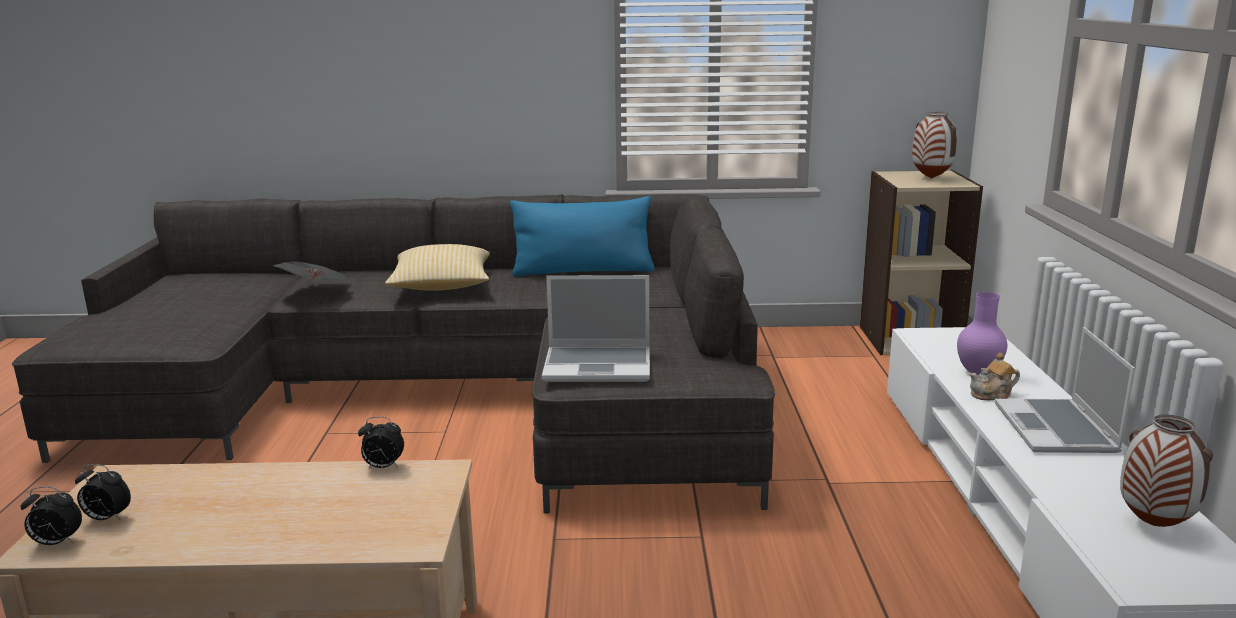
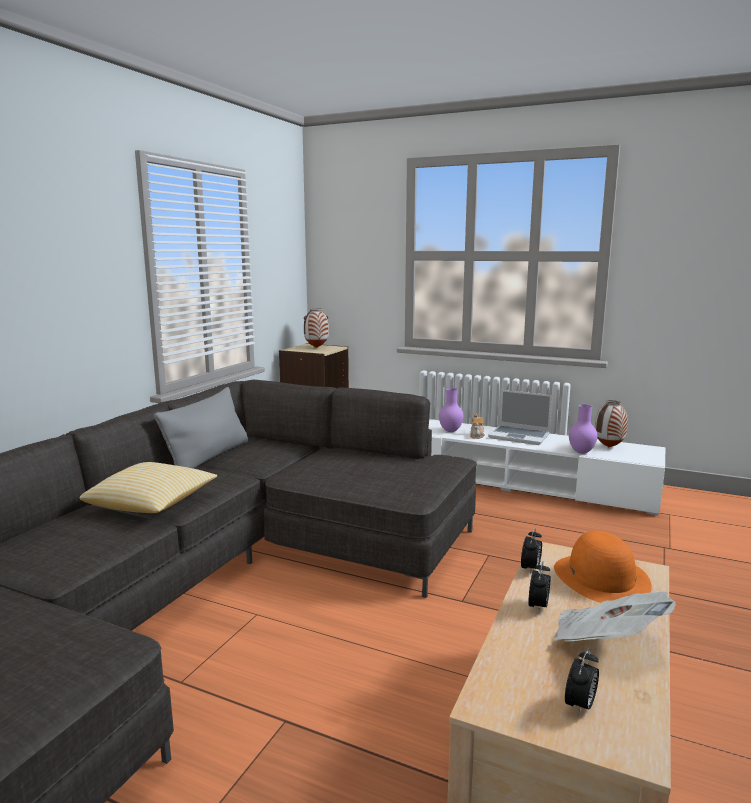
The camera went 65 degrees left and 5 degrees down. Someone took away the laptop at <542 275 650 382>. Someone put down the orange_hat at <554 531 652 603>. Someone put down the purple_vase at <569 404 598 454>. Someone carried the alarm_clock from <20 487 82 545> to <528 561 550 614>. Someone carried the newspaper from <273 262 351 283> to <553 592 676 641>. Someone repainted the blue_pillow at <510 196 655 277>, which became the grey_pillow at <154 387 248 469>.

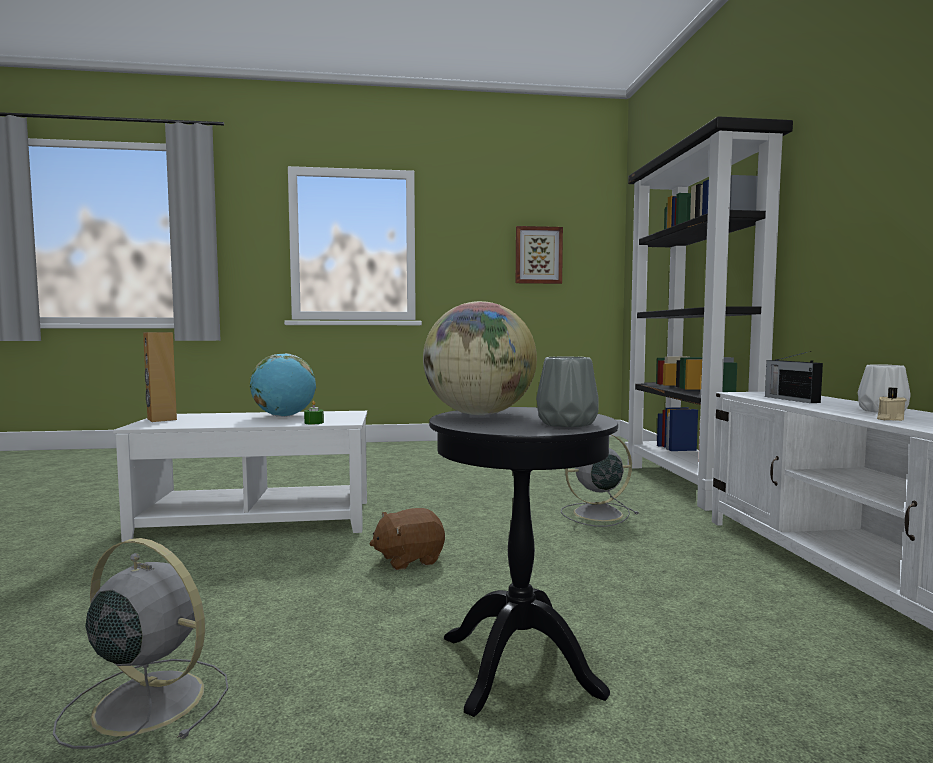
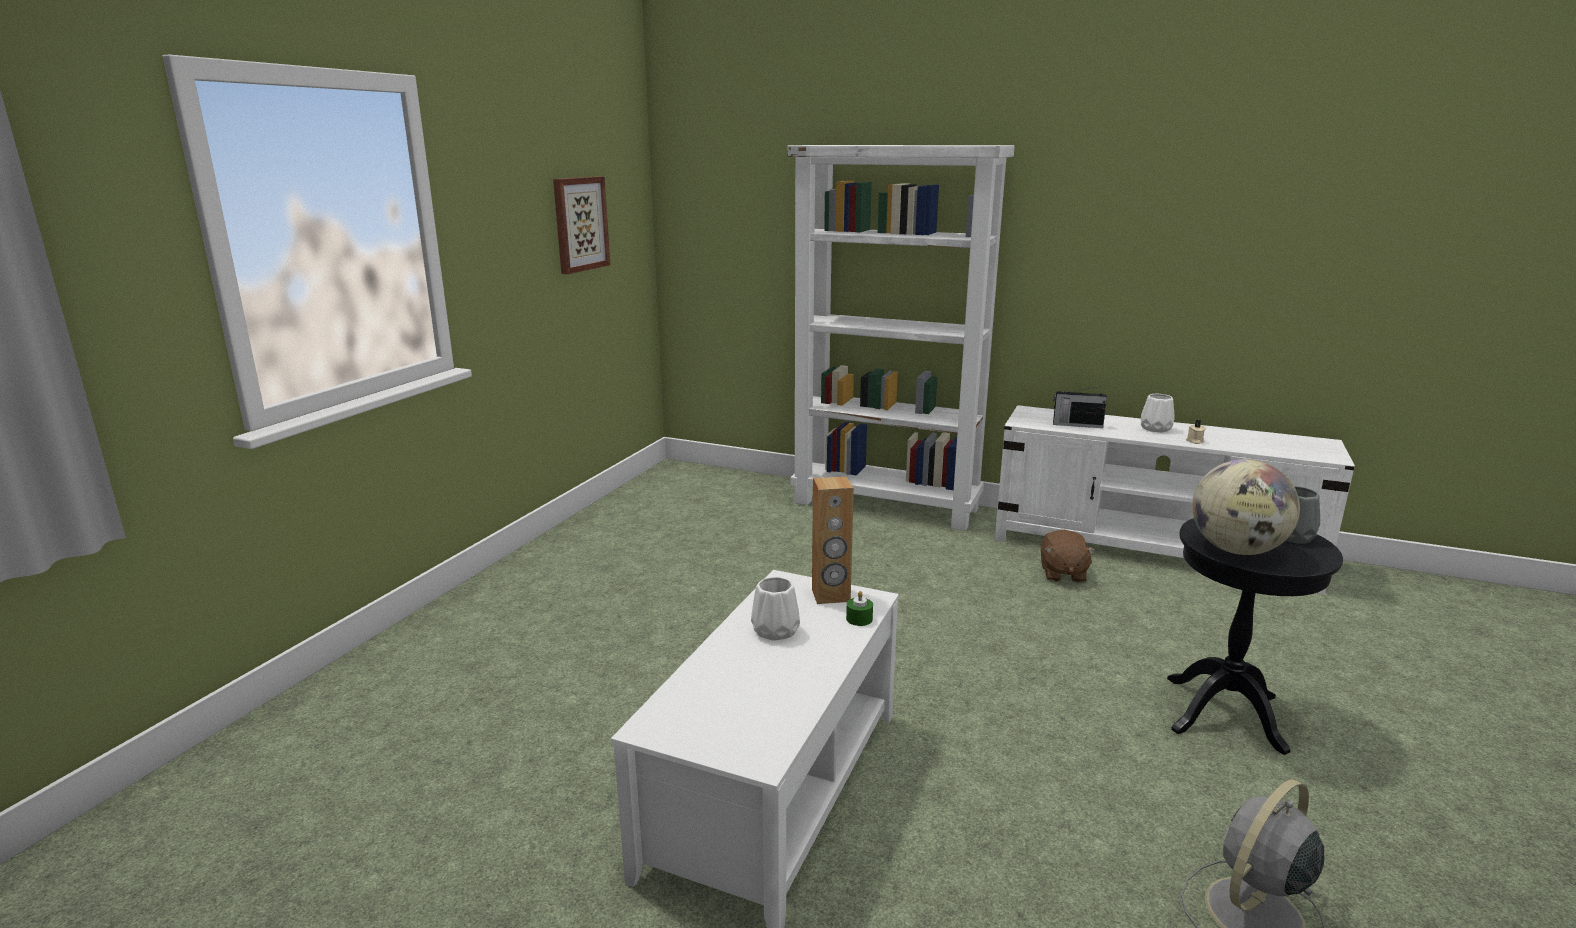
The camera went 60 degrees left and 15 degrees up. Someone took away the grey_fan at <561 435 639 527>. Someone carried the brown_speaker from <143 332 177 422> to <812 476 854 604>. Someone carried the brown_plush_toy from <370 508 445 570> to <1041 530 1096 583>. Someone swapped the globe at <250 353 316 417> for the white_vase at <751 577 800 641>. Someone repainted the black_bookcase at <625 116 793 511>, which became the white_bookcase at <787 145 1015 531>.

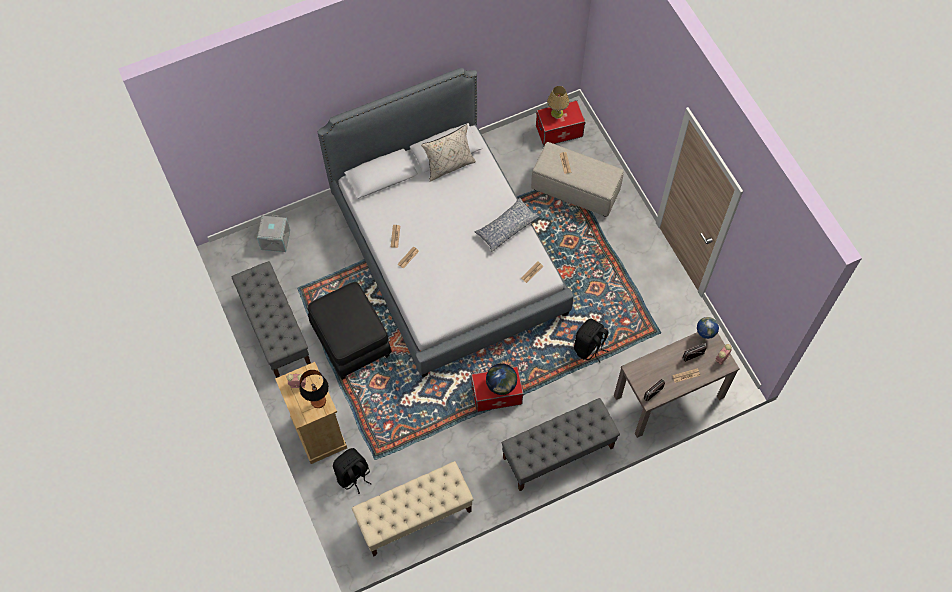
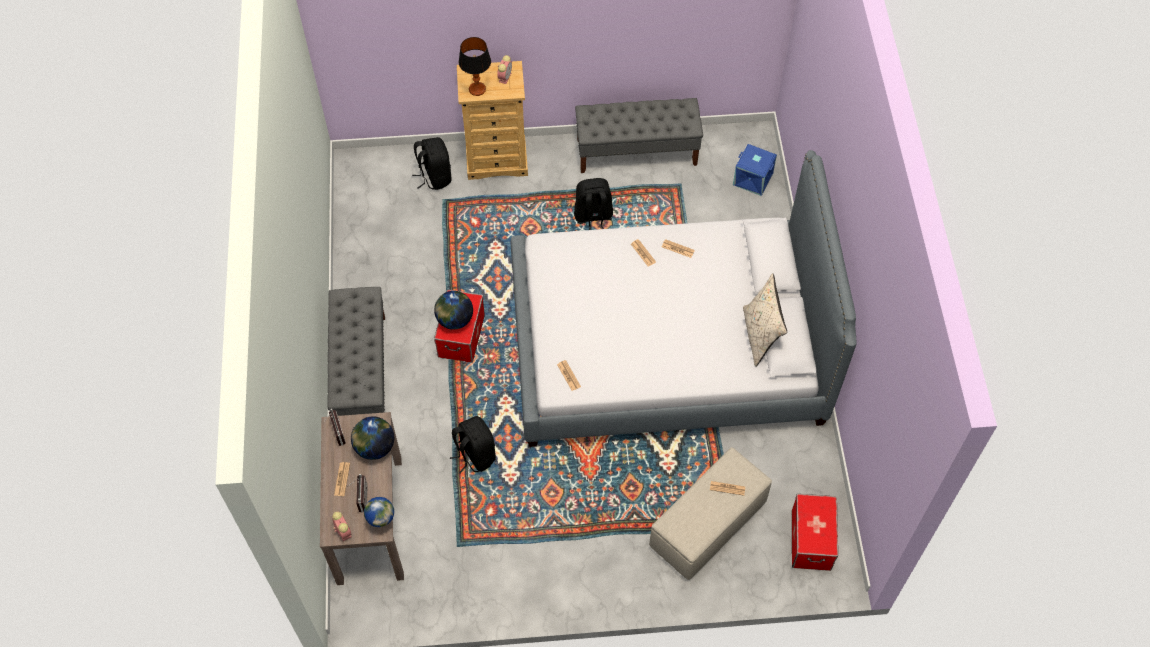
The camera went 110 degrees right and 5 degrees down. Someone took away the beige_bench at <352 461 474 557>. Someone took away the pillow at <475 198 540 252>. Someone took away the table_lamp at <547 86 569 118>. Someone put down the globe at <351 416 394 460>. Someone swapped the black_ottoman at <308 282 392 380> for the black_backpack at <574 178 613 230>. Someone repainted the grey_storage_box at <257 215 290 252>, which became the blue_storage_box at <733 144 777 196>.

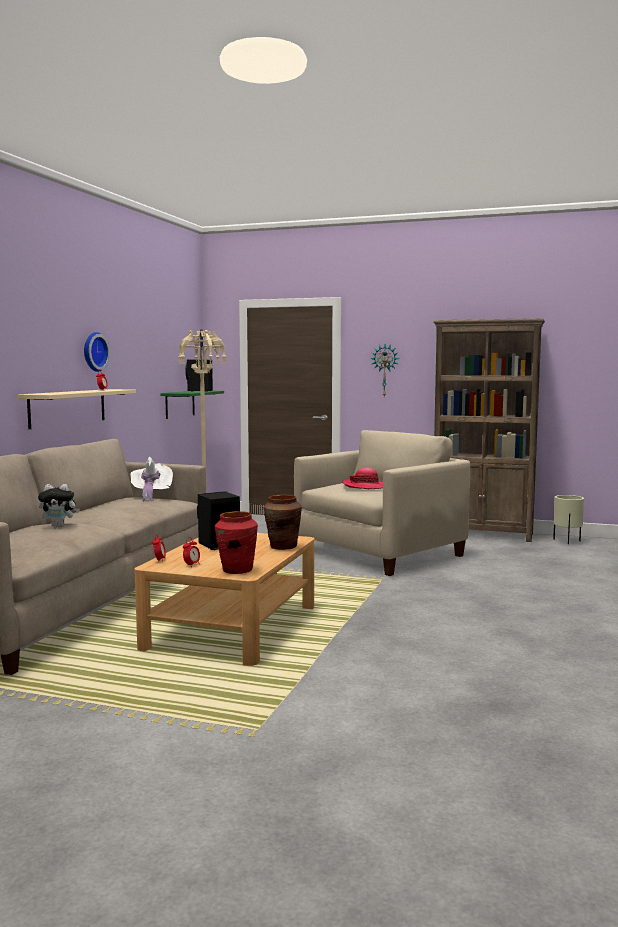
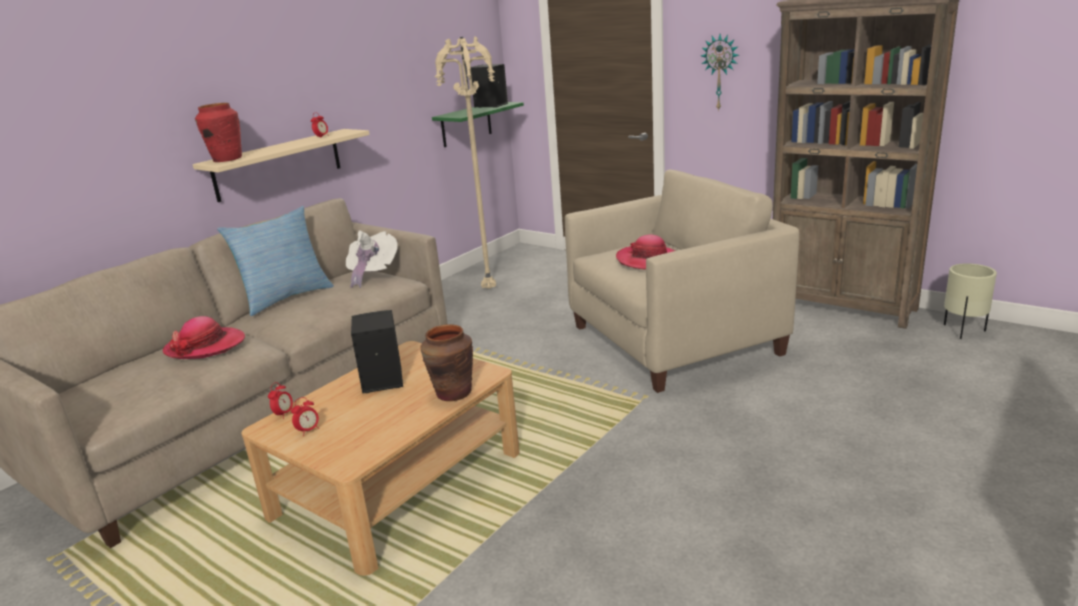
The camera went 20 degrees right and 15 degrees up. Someone took away the wall_clock at <84 332 110 372>. Someone put down the pillow at <217 206 334 316>. Someone carried the red_vase from <215 511 258 574> to <195 103 242 162>. Someone swapped the plush_toy at <38 484 80 527> for the hat at <163 316 245 359>.

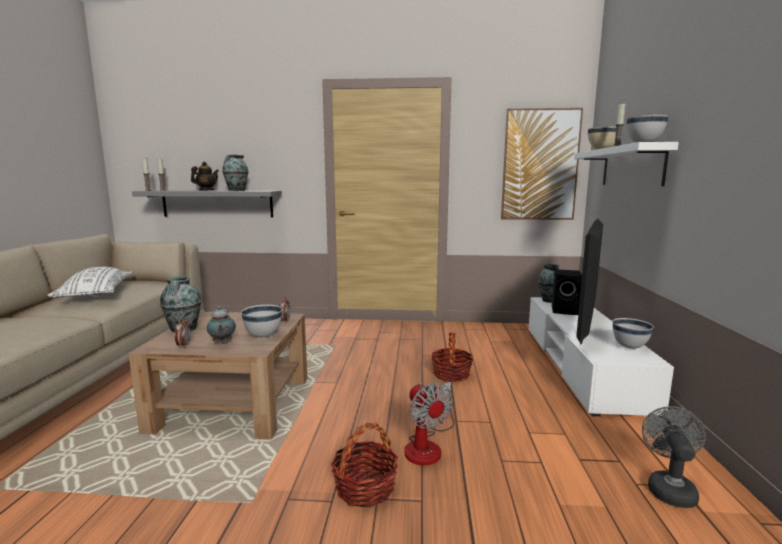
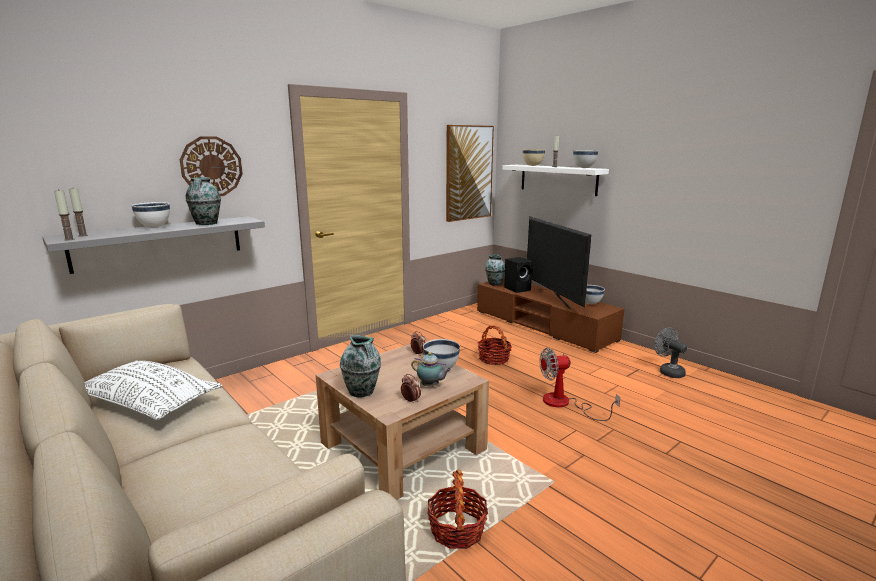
The camera went 45 degrees left and 5 degrees up. Someone put up the wall_clock at <180 137 243 196>. Someone carried the basket from <331 422 398 508> to <427 469 488 549>. Someone swapped the teapot at <191 162 219 191> for the white_bowl at <131 202 170 228>. Someone repainted the white_tv_stand at <529 297 674 419>, which became the brown_tv_stand at <477 277 624 353>. Someone rotated the fan at <404 382 454 465> by 150 degrees clockwise.

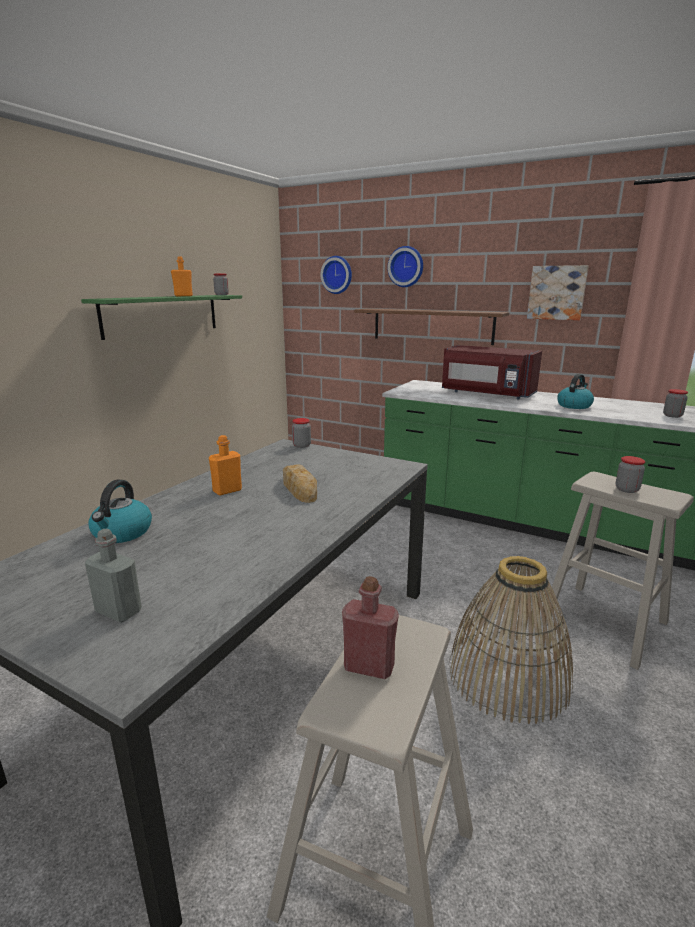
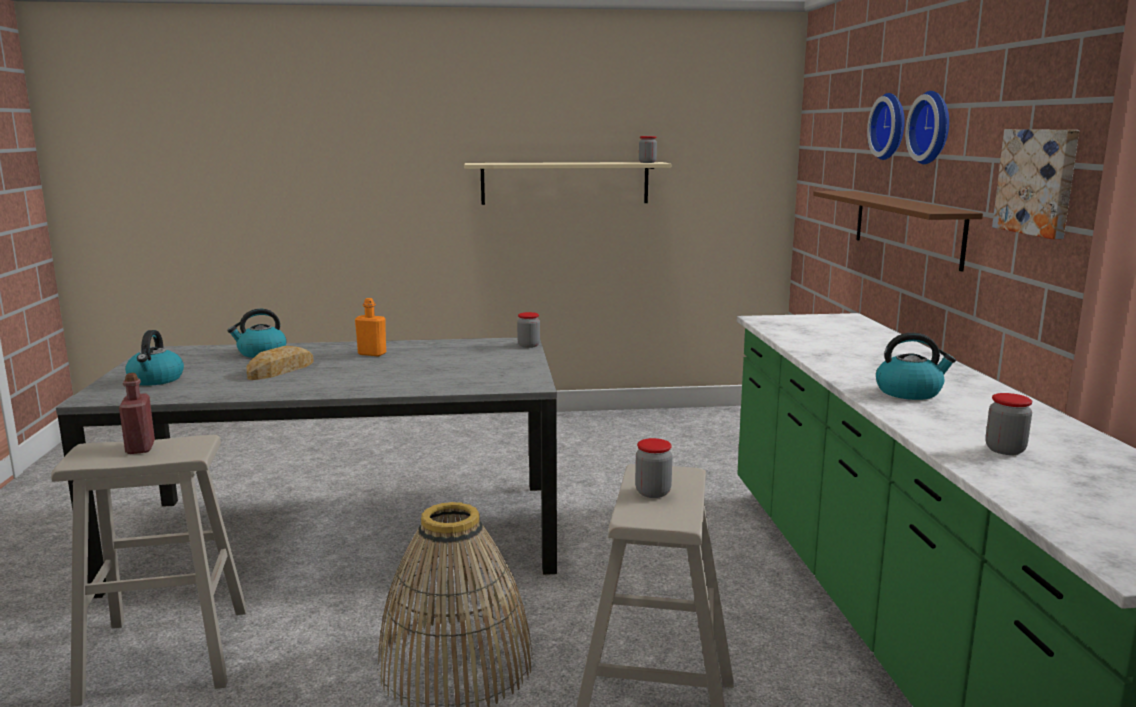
The camera went 55 degrees right and 5 degrees down. Someone took away the orange_bottle at <171 257 193 296>. Someone took away the red_microwave at <442 345 542 400>. Someone carried the bread from <283 464 317 503> to <247 346 314 380>. Someone carried the wall_clock from <320 256 352 294> to <905 91 949 164>. Someone swapped the grey_bottle at <85 529 142 622> for the kettle at <125 330 184 386>. Someone repainted the green_shelf at <81 295 242 340>, which became the beige_shelf at <464 162 671 205>.

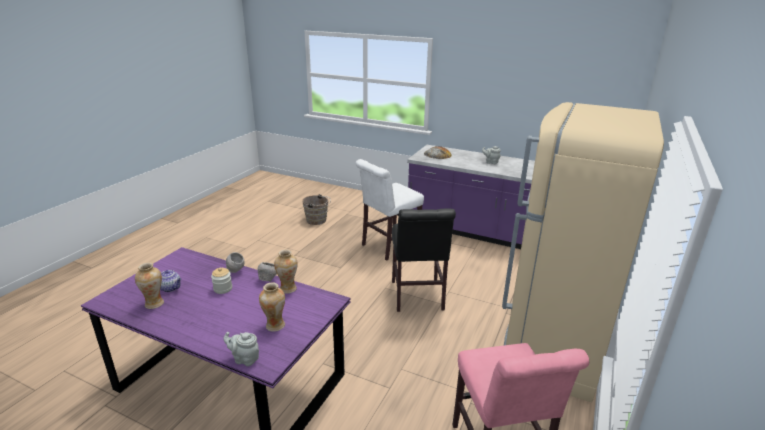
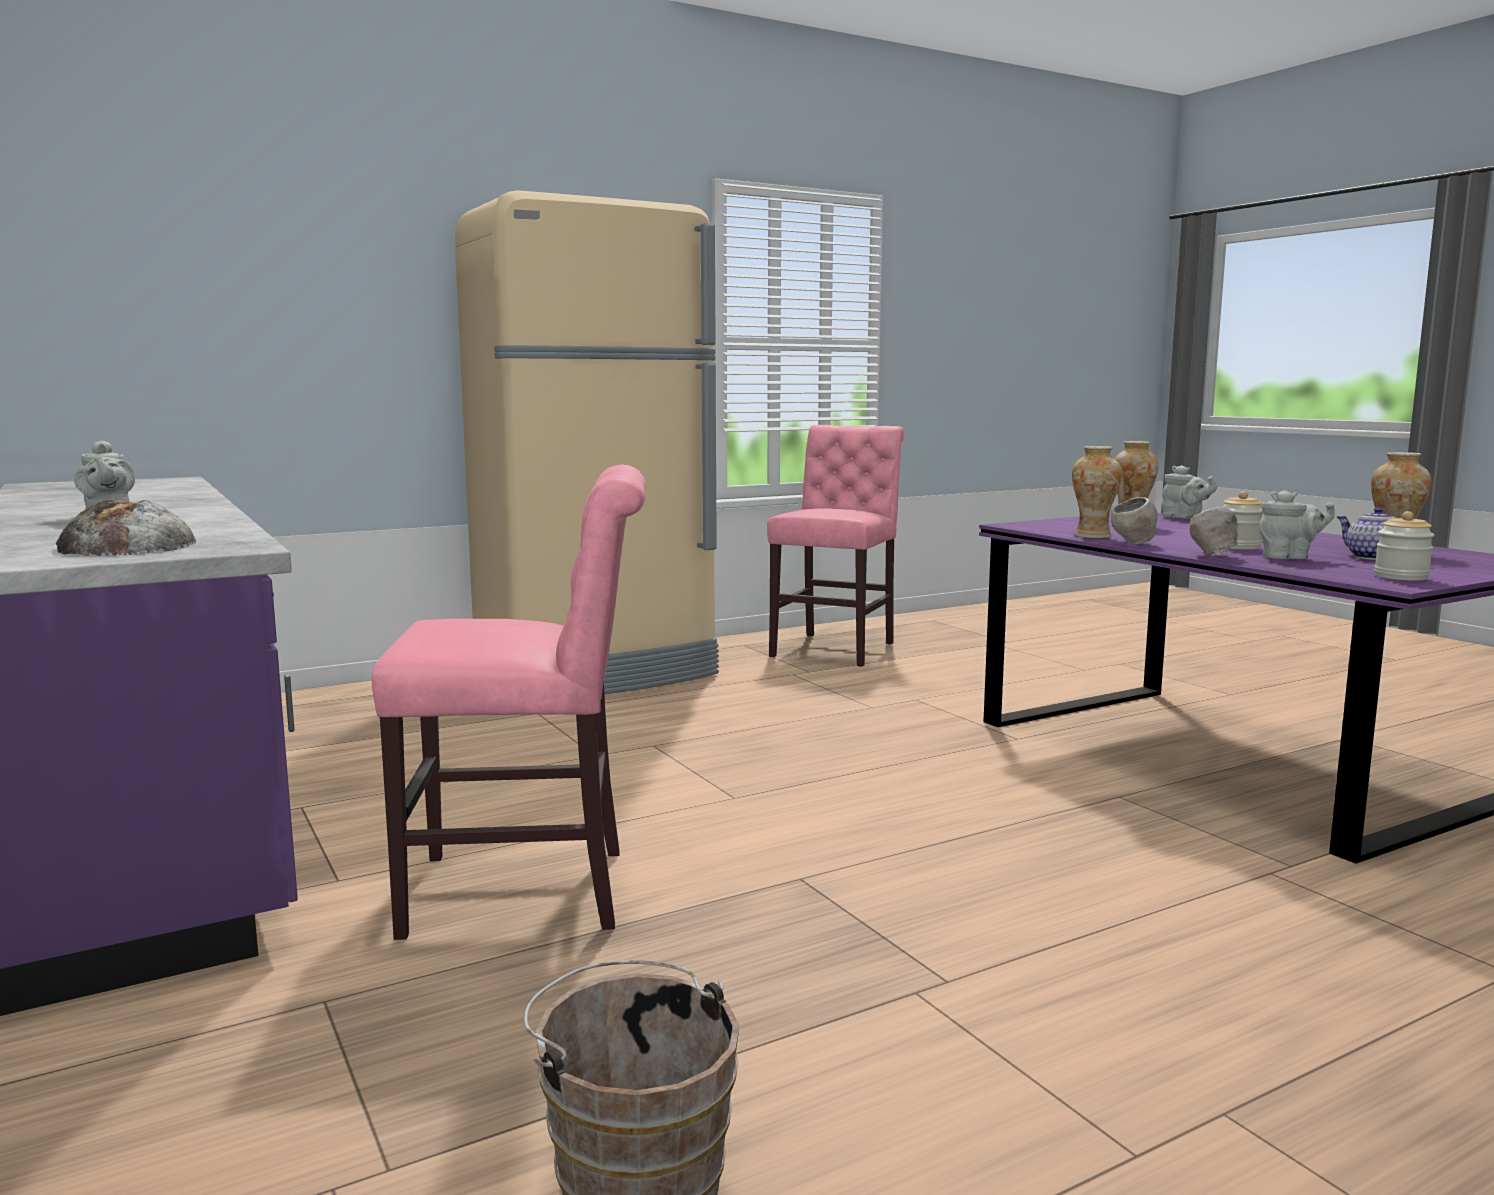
The camera went 145 degrees left and 15 degrees down. Someone took away the black_chair at <392 209 456 312>. Someone put down the grey_teapot at <1259 490 1335 559>. Someone put down the jar at <1374 511 1435 581>. Someone repainted the white_chair at <356 159 424 261>, which became the pink_chair at <372 465 646 941>.

